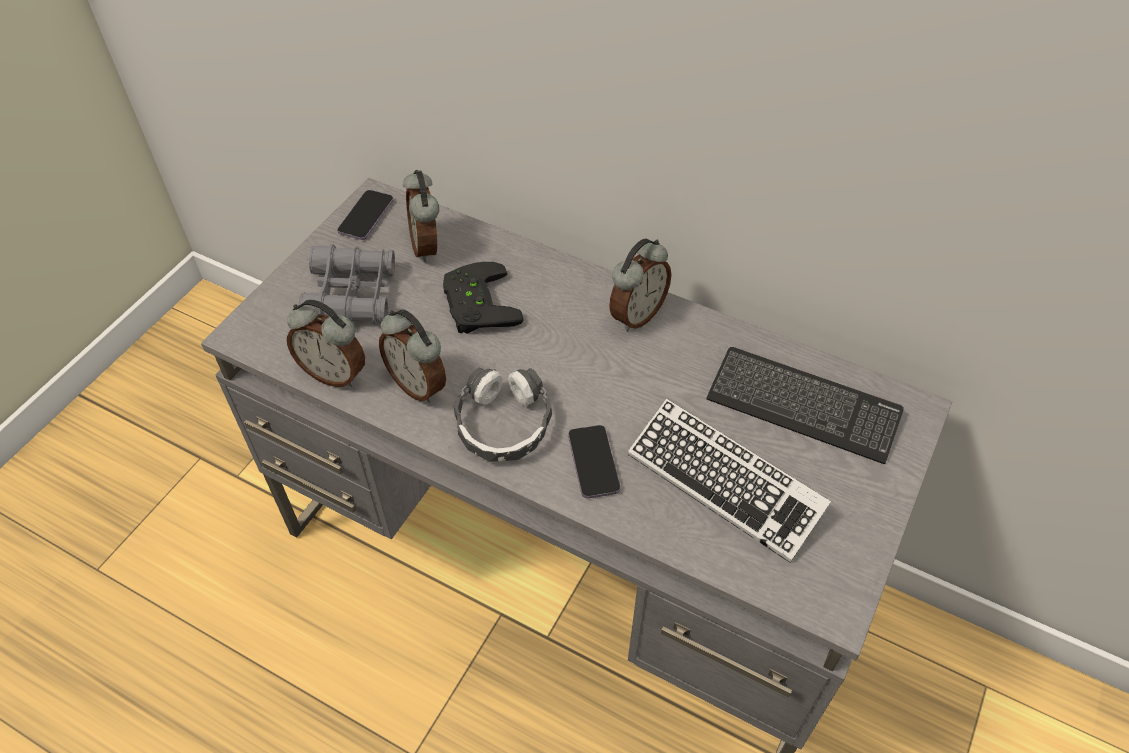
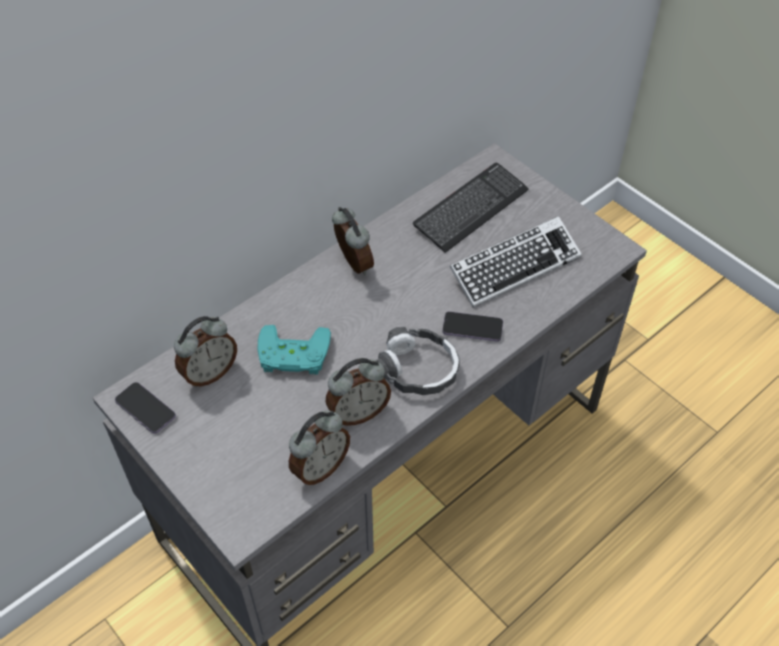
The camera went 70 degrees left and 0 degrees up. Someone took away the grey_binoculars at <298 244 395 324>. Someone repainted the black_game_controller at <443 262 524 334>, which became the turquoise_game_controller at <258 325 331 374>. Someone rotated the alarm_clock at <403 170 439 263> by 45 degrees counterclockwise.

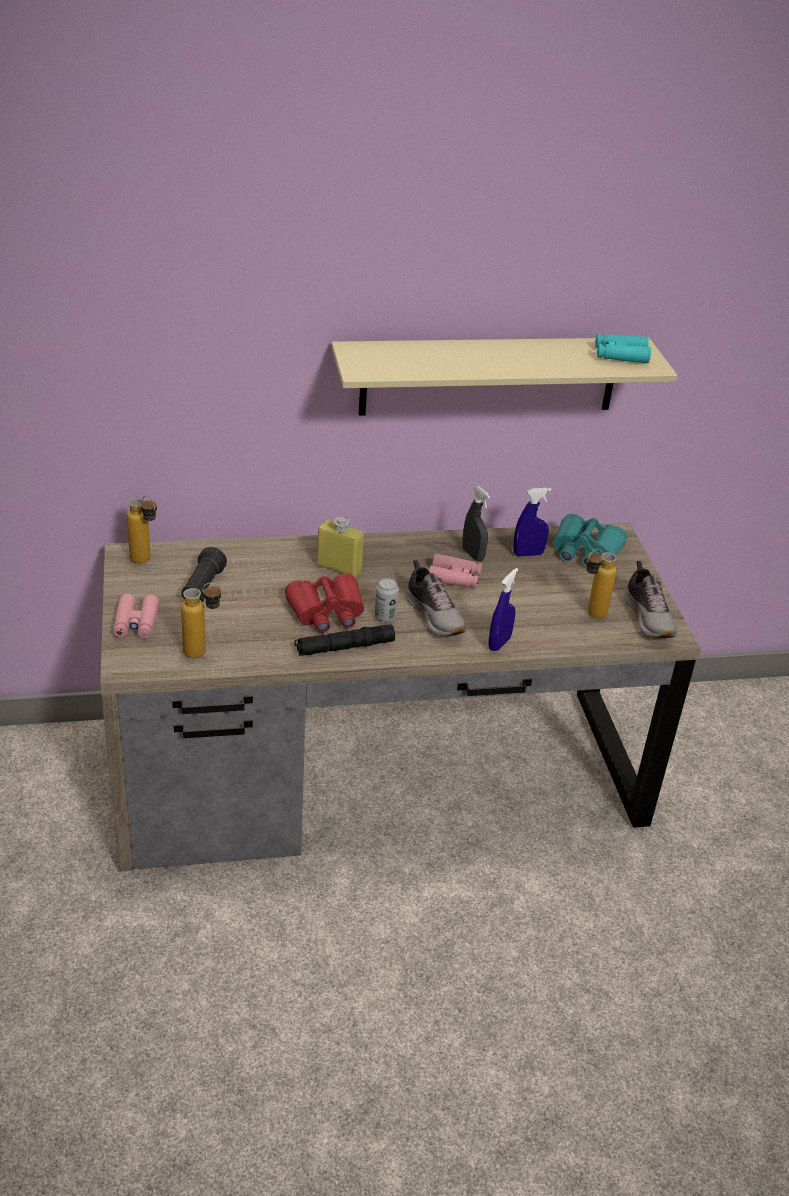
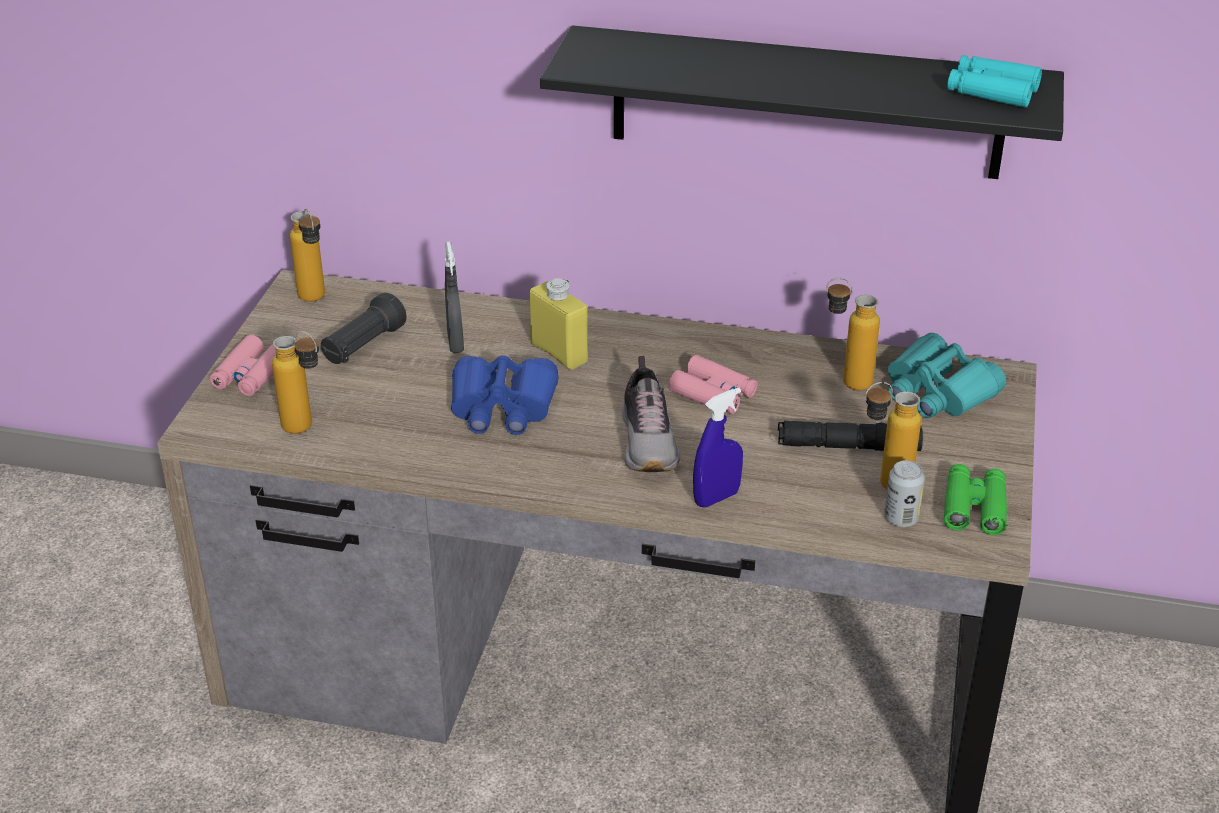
The camera went 25 degrees right and 0 degrees up. Someone carried the black_flashlight from <295 624 395 656> to <778 420 923 451>. Someone carried the can from <375 578 399 622> to <884 460 925 527>. Someone carried the grey_spray_bottle from <462 486 490 561> to <445 242 464 353>. Someone swapped the blue_spray_bottle at <513 488 551 556> for the bottle at <826 278 880 390>. Someone swapped the shoe at <624 561 677 638> for the green_binoculars at <944 464 1007 535>. Someone repainted the red_binoculars at <285 573 364 633>, which became the blue_binoculars at <451 355 559 435>. Someone repainted the beige_shelf at <331 337 678 416>, which became the black_shelf at <540 25 1064 179>.

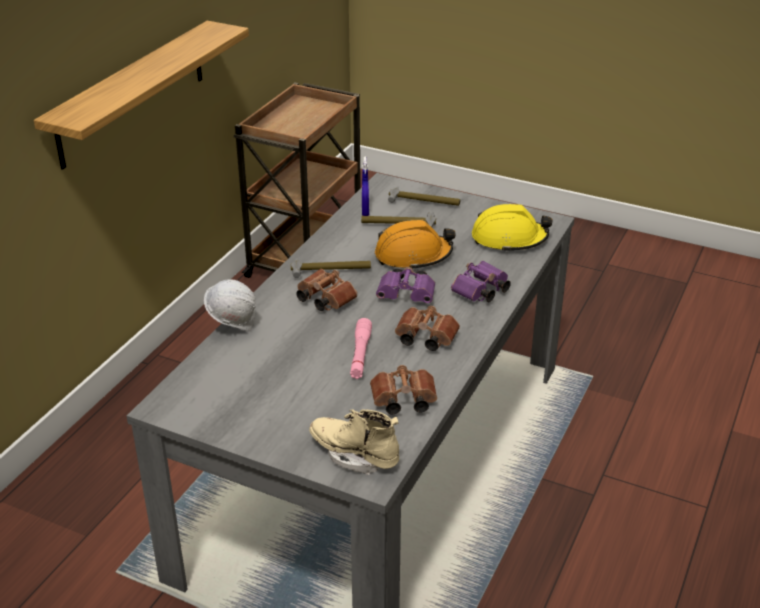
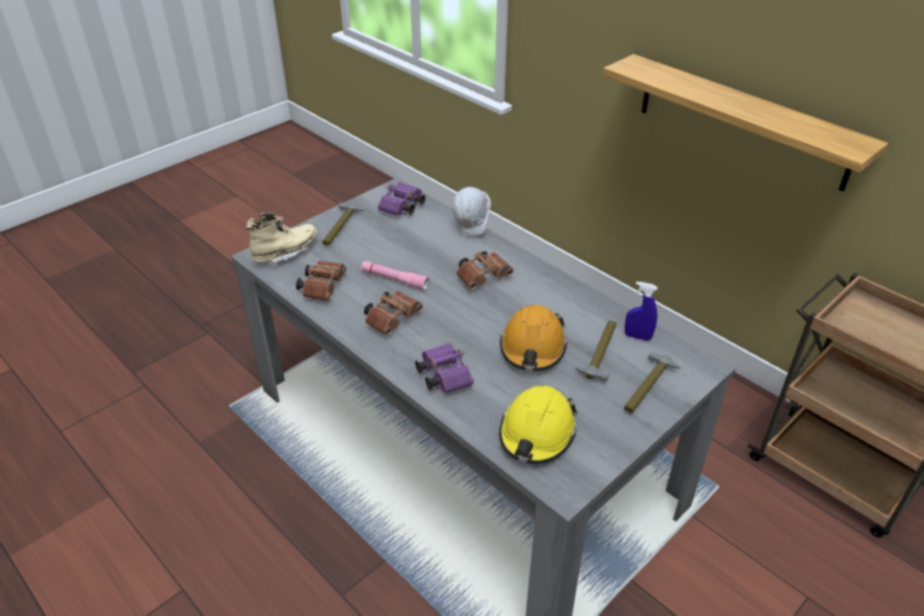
The camera went 110 degrees right and 5 degrees up. Someone carried the hammer from <291 258 371 278> to <322 203 364 245>. Someone carried the purple_binoculars from <376 267 435 303> to <378 182 425 216>.

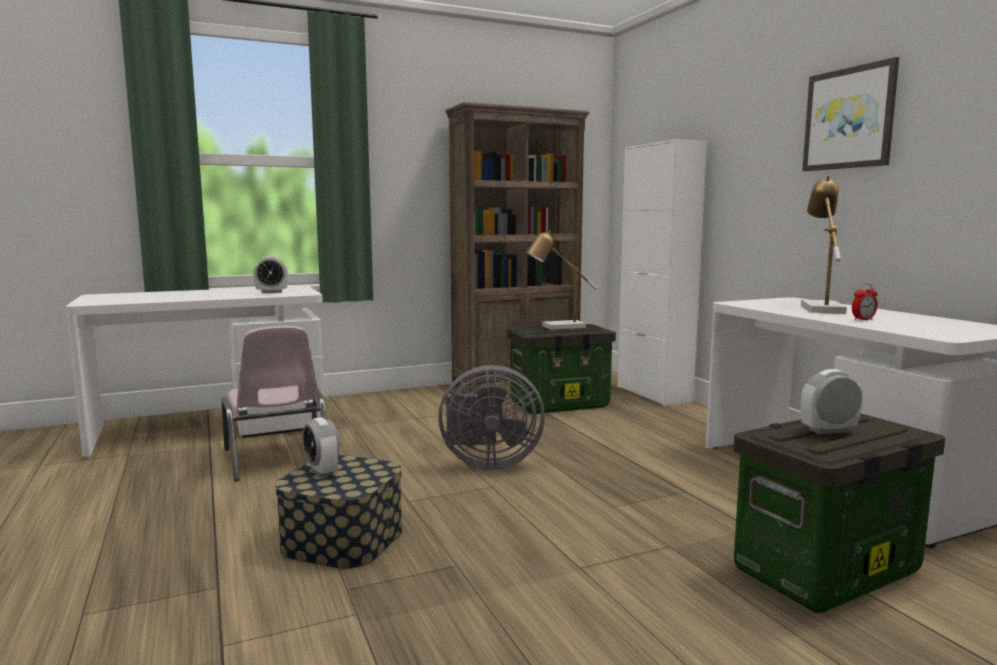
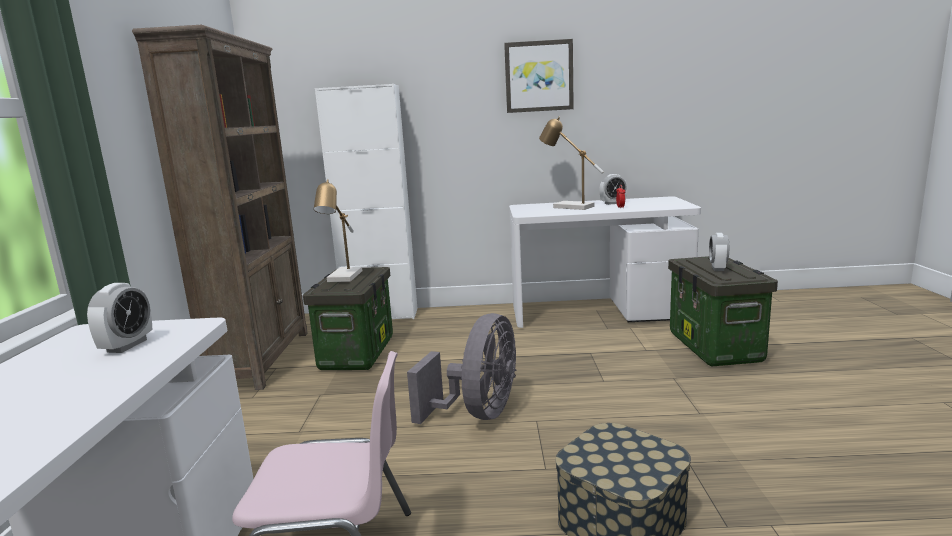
The camera went 65 degrees left and 5 degrees up. Someone carried the alarm_clock from <303 417 340 478> to <599 174 628 205>.

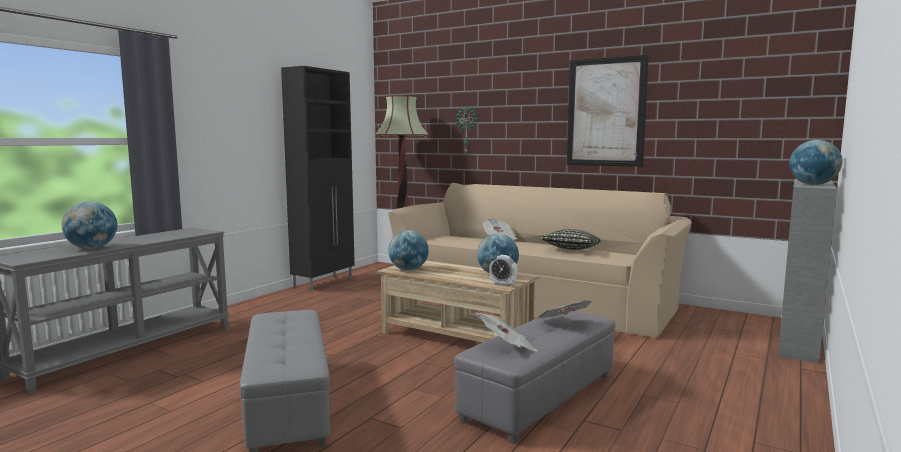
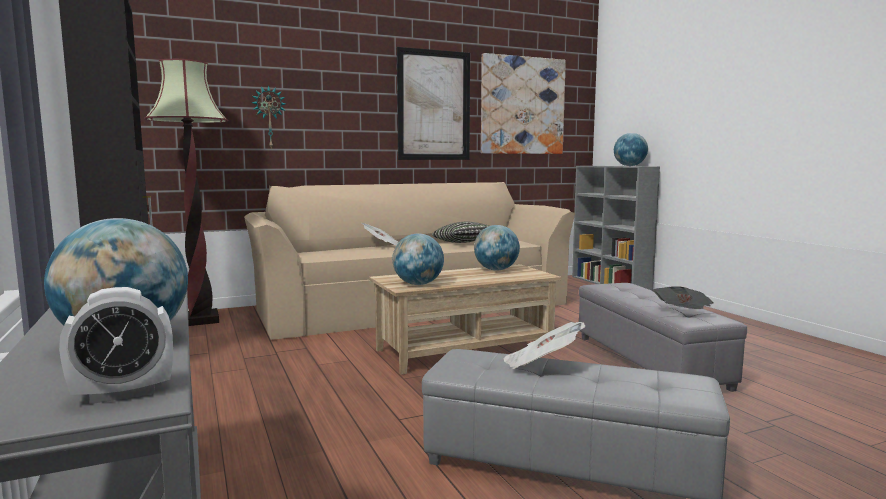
The camera went 55 degrees left and 0 degrees up. Someone put up the picture at <481 53 566 154>. Someone carried the alarm_clock from <489 255 517 287> to <59 287 173 404>. Someone carried the newspaper from <539 300 592 318> to <503 322 585 369>.

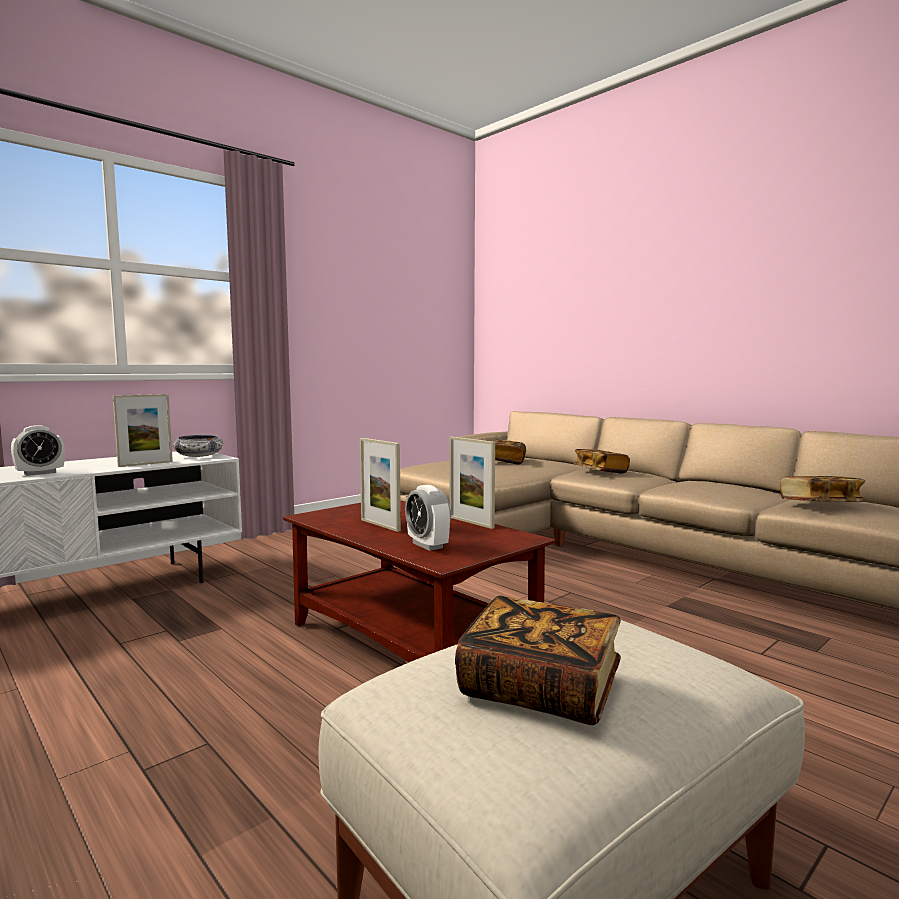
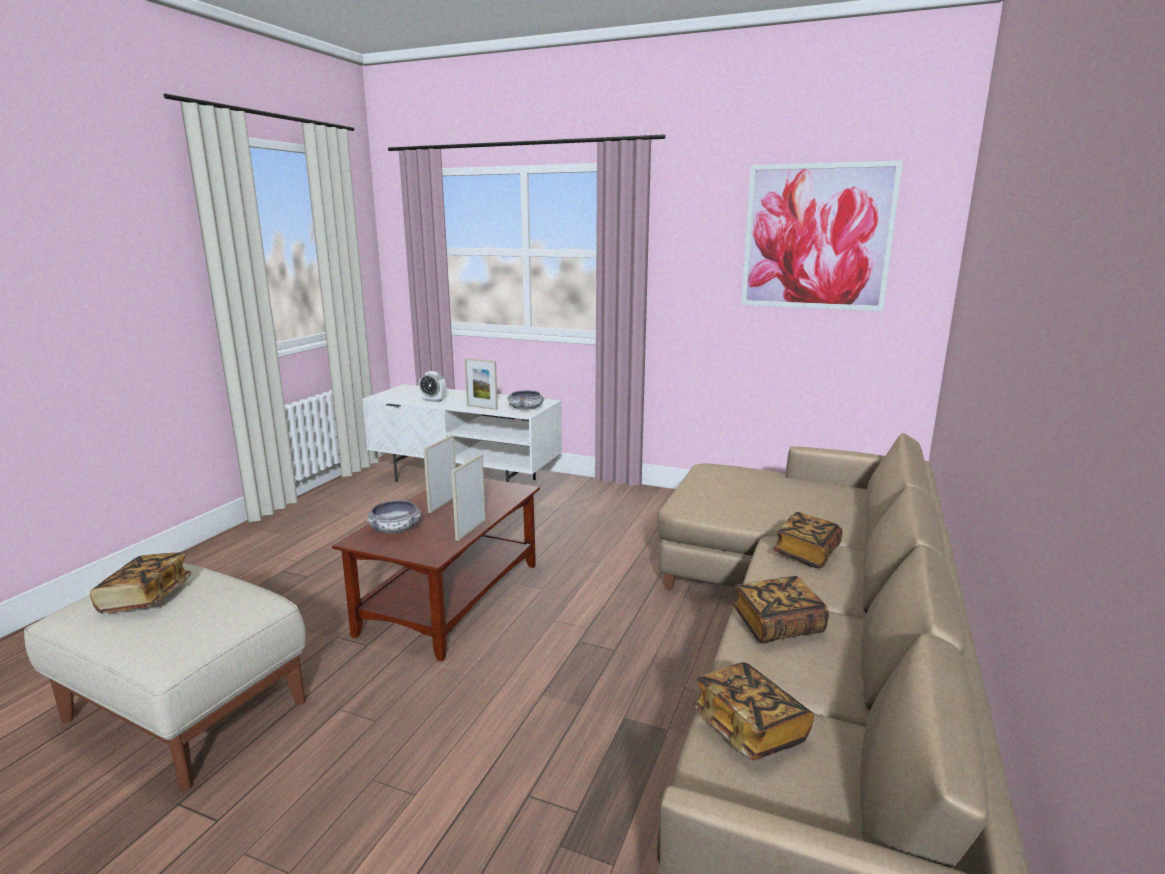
The camera went 65 degrees right and 10 degrees up. Someone put up the picture at <741 161 903 311>. Someone carried the book from <493 440 526 464> to <733 576 829 644>. Someone swapped the alarm_clock at <405 485 451 551> for the bowl at <367 500 422 533>.

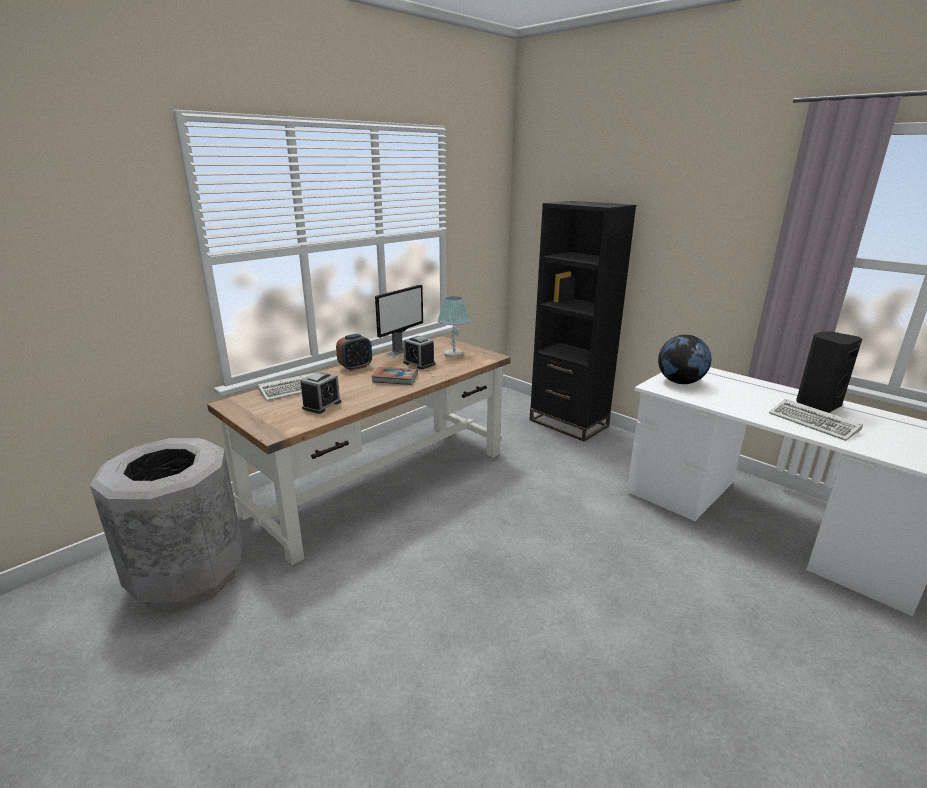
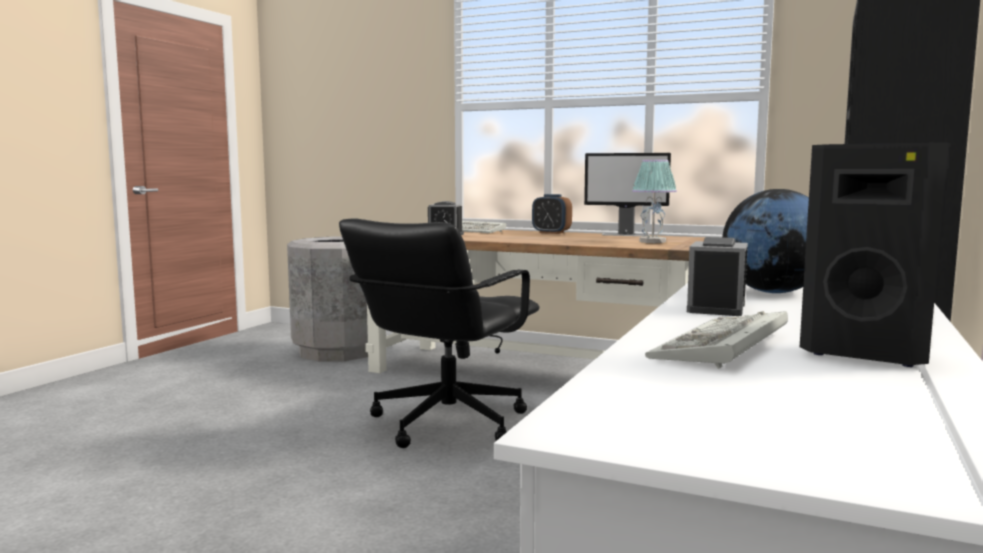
The camera went 70 degrees right and 15 degrees down. Someone took away the book at <371 367 418 385>. Someone put down the black_office_chair at <339 218 540 448>. Someone carried the alarm_clock from <403 336 435 369> to <687 237 748 316>.

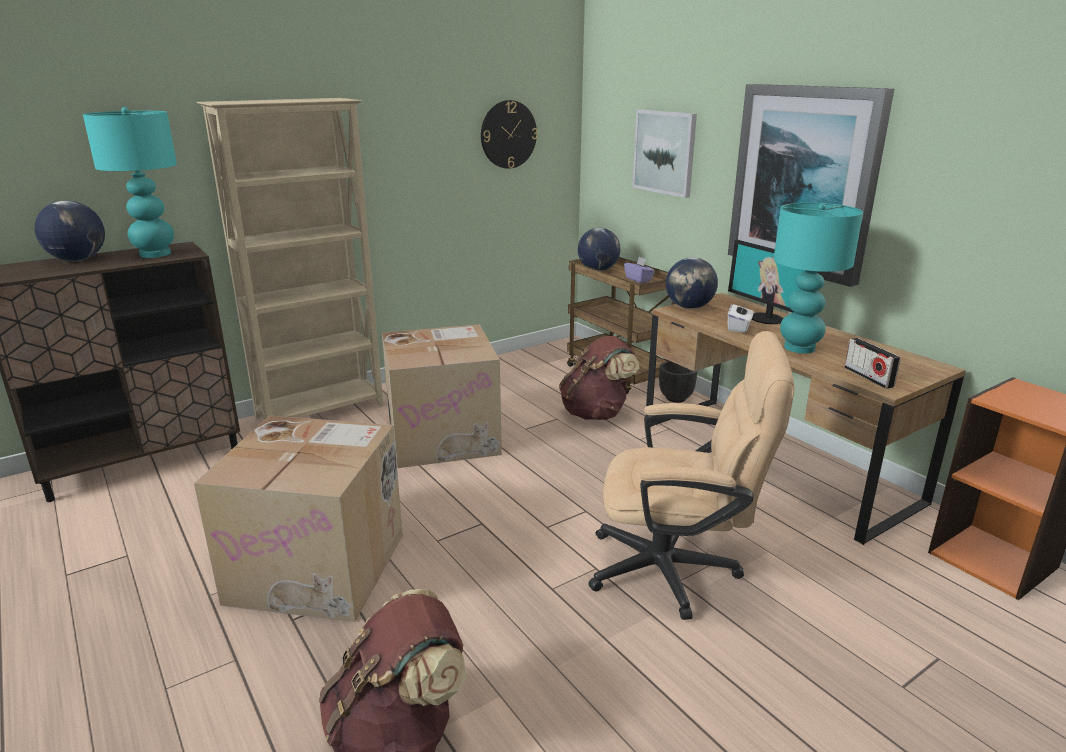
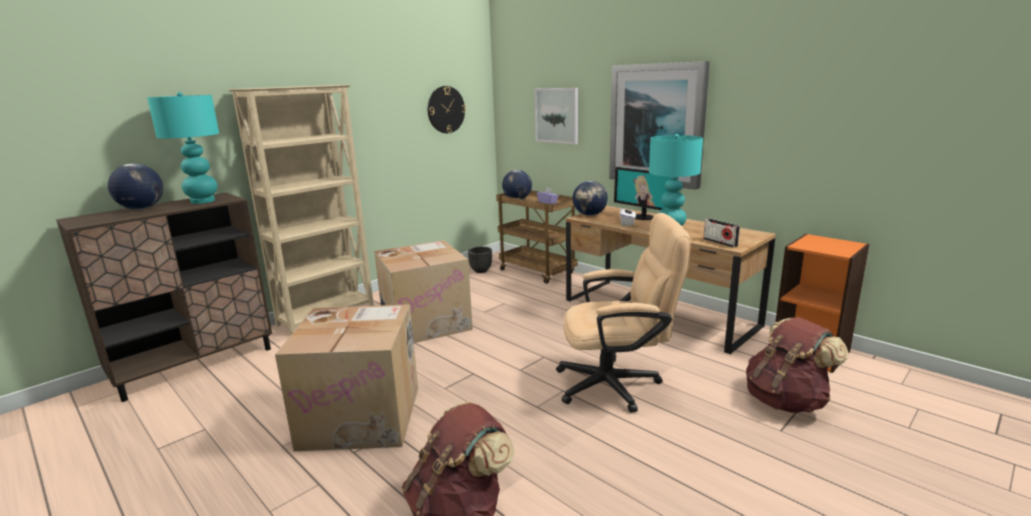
The camera went 10 degrees left and 5 degrees down. Someone carried the brown_backpack from <559 336 639 420> to <746 317 848 413>. Someone carried the black_planter from <659 361 698 403> to <468 247 492 273>.

